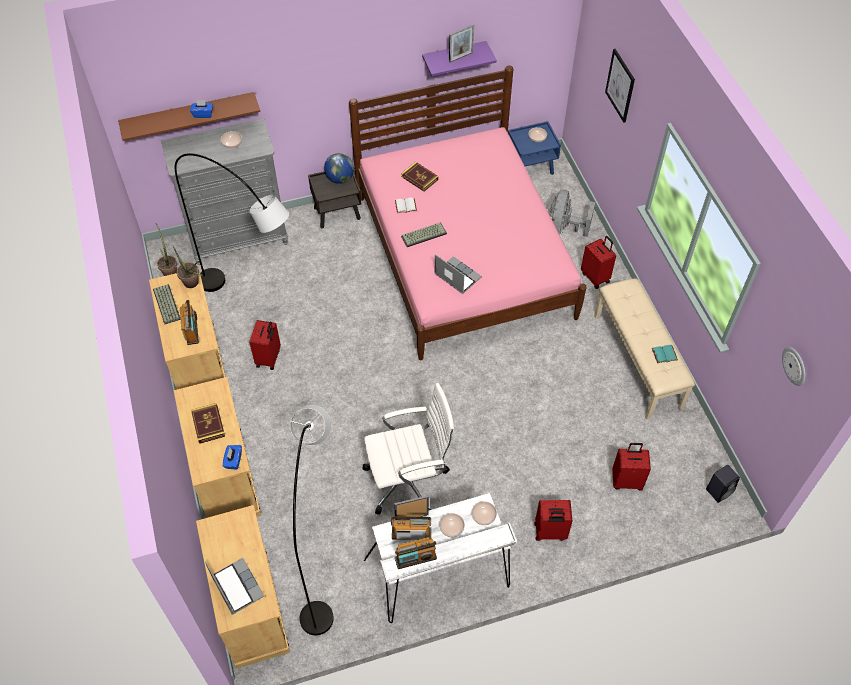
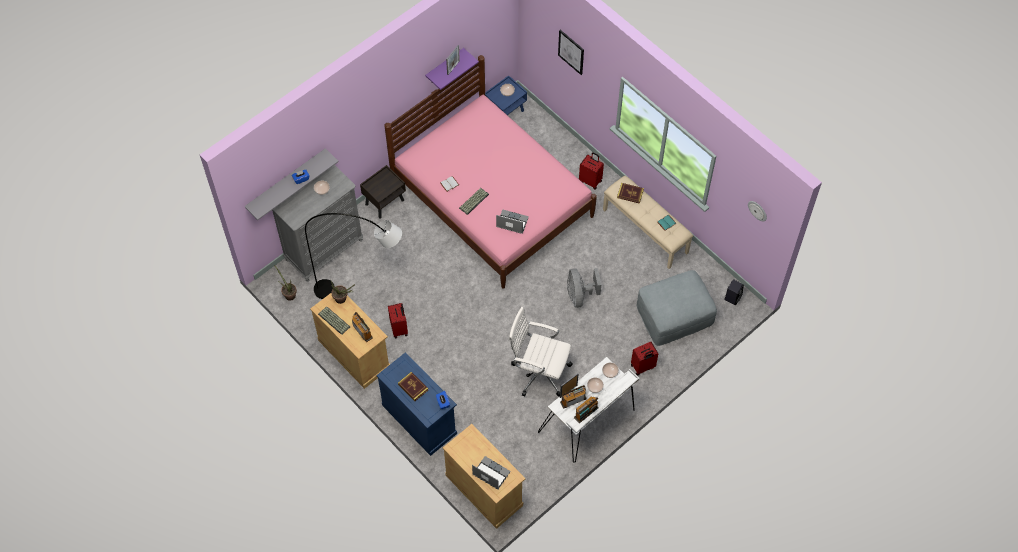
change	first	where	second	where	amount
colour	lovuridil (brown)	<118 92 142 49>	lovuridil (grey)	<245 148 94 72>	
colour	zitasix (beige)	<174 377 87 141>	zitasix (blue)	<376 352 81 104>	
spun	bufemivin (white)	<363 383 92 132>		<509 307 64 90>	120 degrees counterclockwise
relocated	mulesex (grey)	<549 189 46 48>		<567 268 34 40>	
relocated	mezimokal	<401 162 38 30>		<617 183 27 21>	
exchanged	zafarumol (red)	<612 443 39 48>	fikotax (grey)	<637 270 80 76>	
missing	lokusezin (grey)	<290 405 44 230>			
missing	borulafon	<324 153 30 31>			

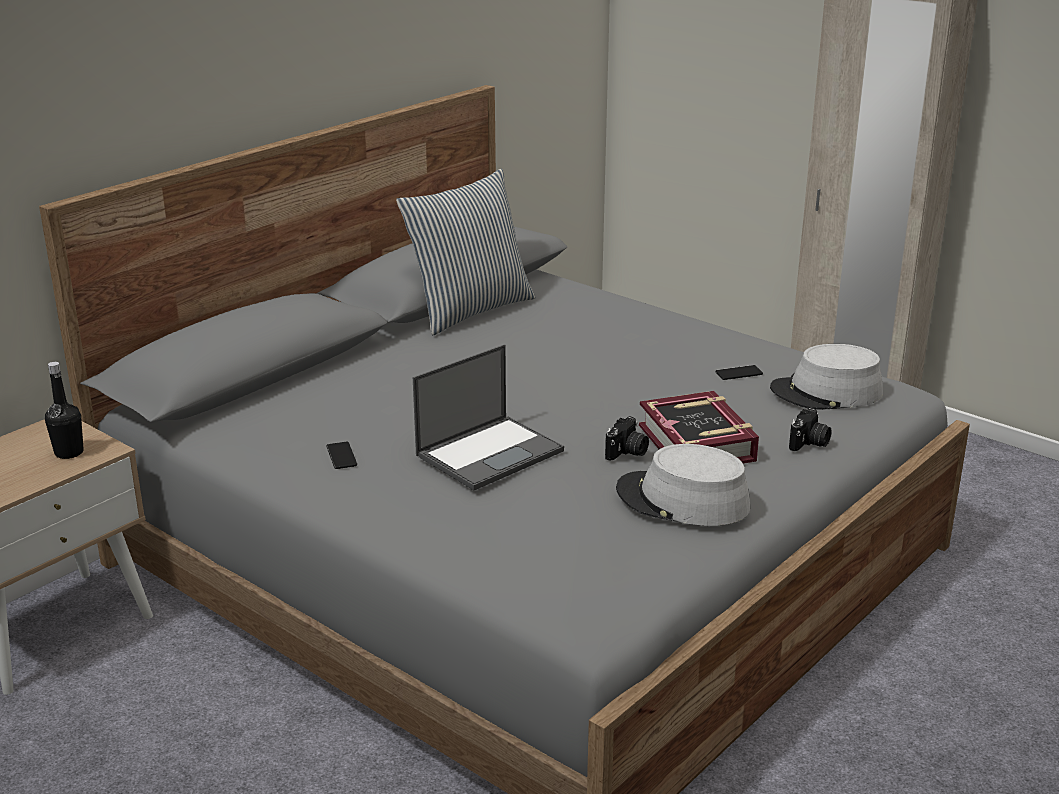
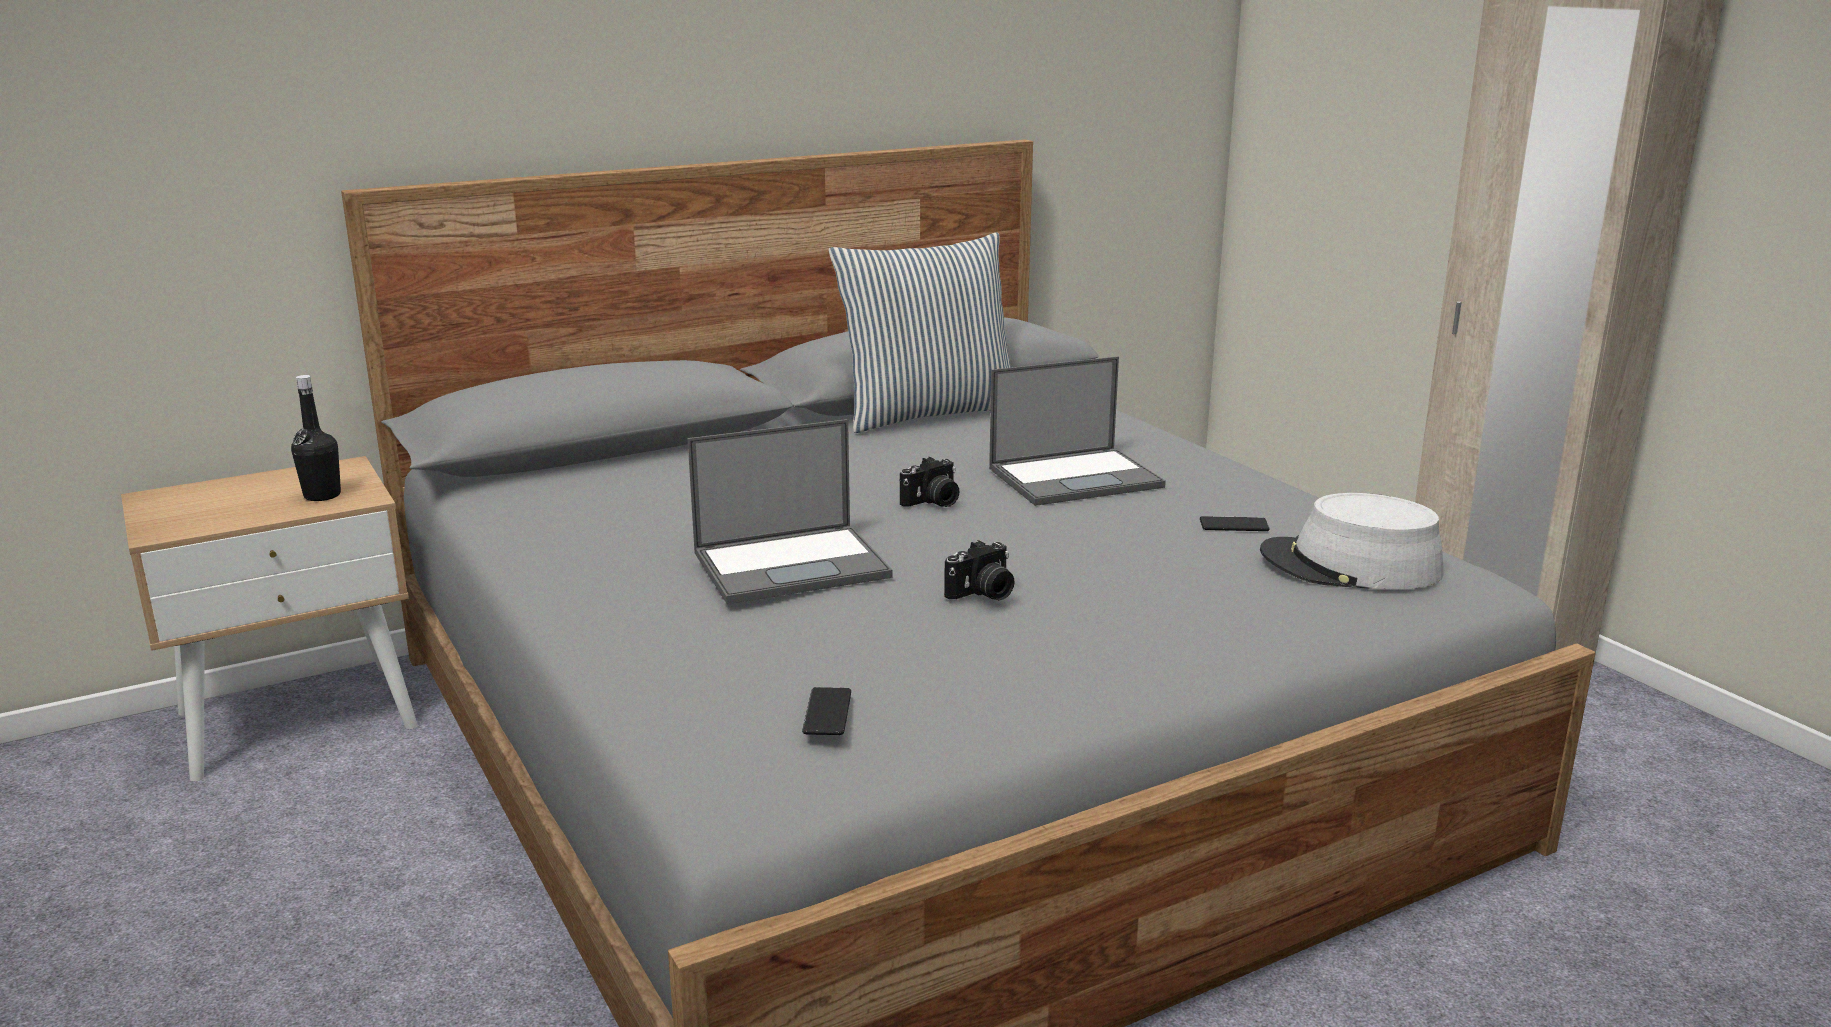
change	first	where	second	where	amount
relocated	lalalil	<326 442 31 27>		<802 687 49 48>	
relocated	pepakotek	<789 408 43 43>		<900 457 60 50>	
appeared			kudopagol	<989 356 177 150>	
missing	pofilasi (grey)	<616 444 134 82>			
missing	mezimokal	<639 391 120 73>			

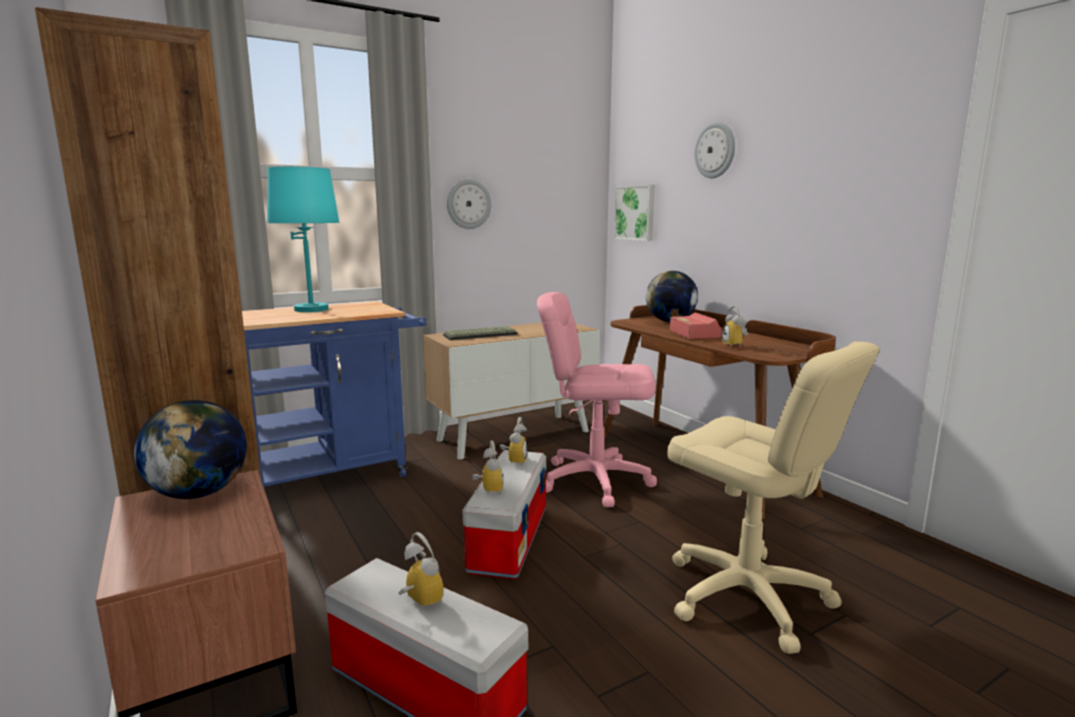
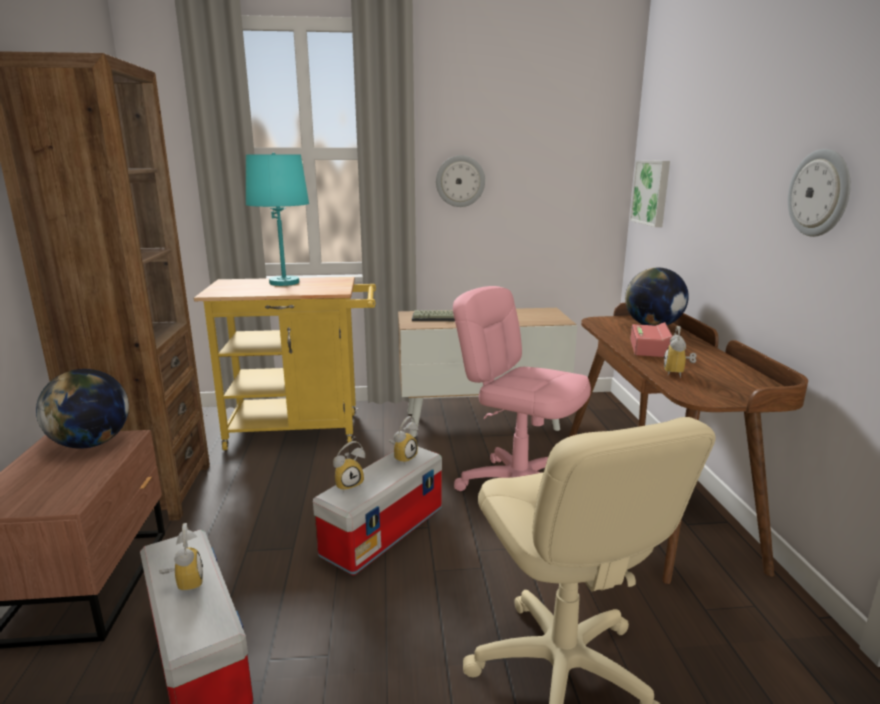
change	first	where	second	where	amount
colour	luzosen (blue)	<242 301 185 186>	luzosen (yellow)	<194 277 182 173>	
spun	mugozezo	<472 440 31 55>		<333 441 32 51>	45 degrees clockwise
relocated	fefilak	<694 122 41 56>		<788 149 63 88>	

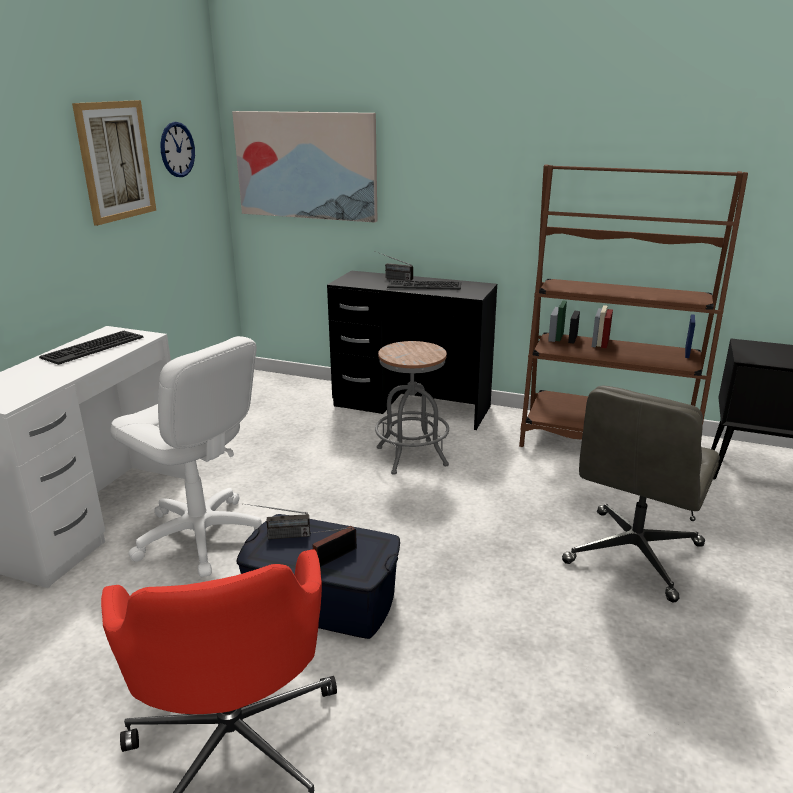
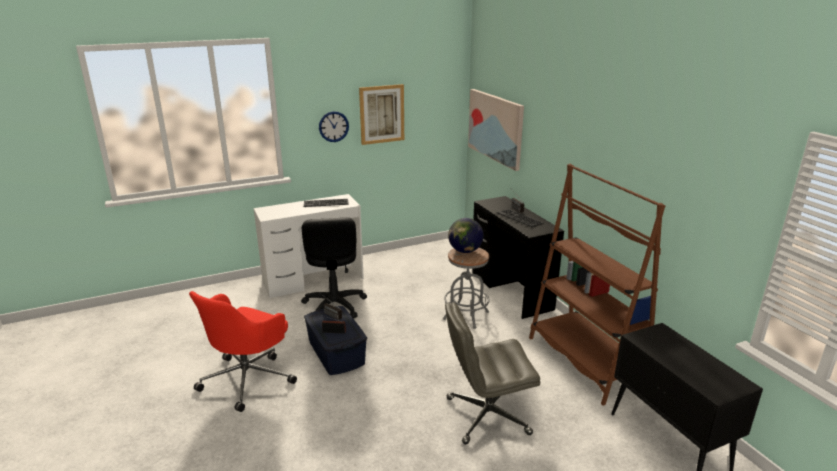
change	first	where	second	where	amount
colour	bufemivin (white)	<110 336 152 241>	bufemivin (black)	<301 217 66 102>	
relocated	fefilak	<160 122 35 55>		<319 111 30 31>	
appeared			borulafon	<448 218 36 35>	

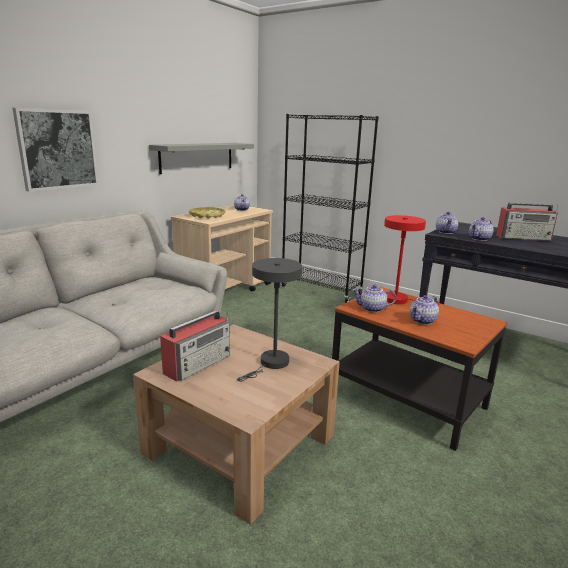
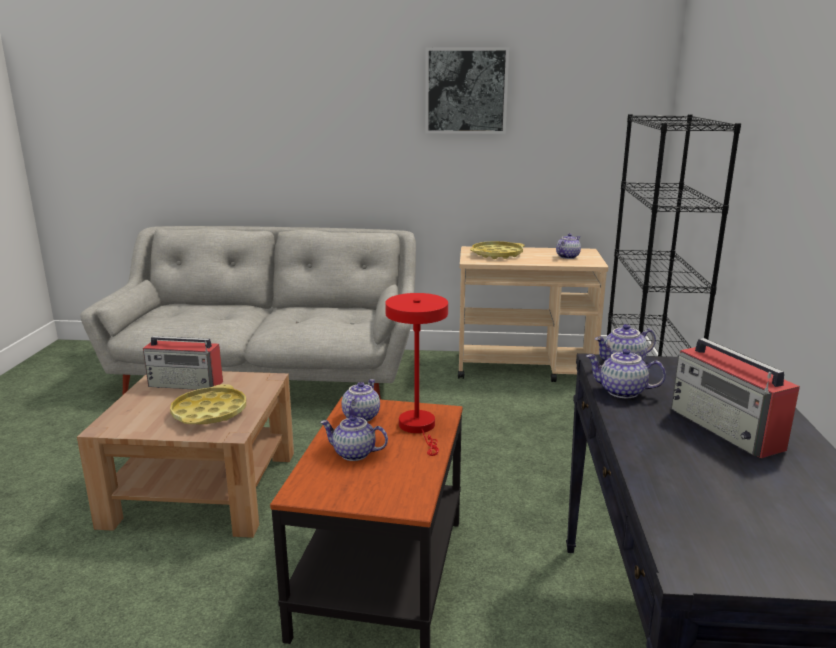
change	first	where	second	where	amount
exchanged	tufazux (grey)	<237 258 65 123>	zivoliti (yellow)	<170 384 76 40>	
spun	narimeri	<353 284 43 29>		<342 379 38 43>	45 degrees clockwise
relocated	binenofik	<12 108 87 84>		<425 47 84 87>	
missing	lovuridil (grey)	<149 143 105 31>			

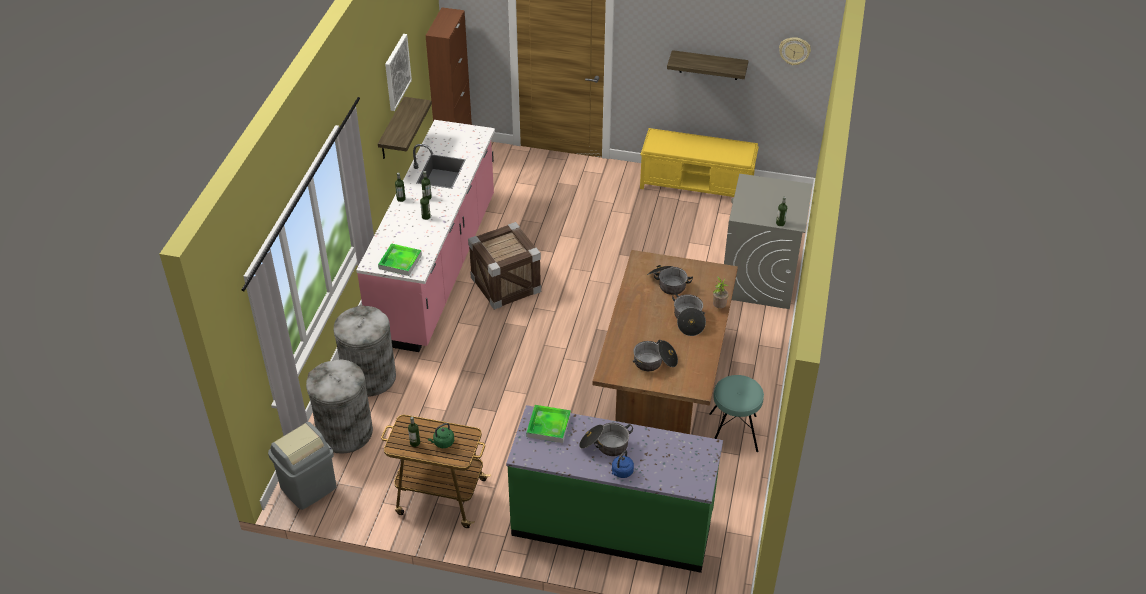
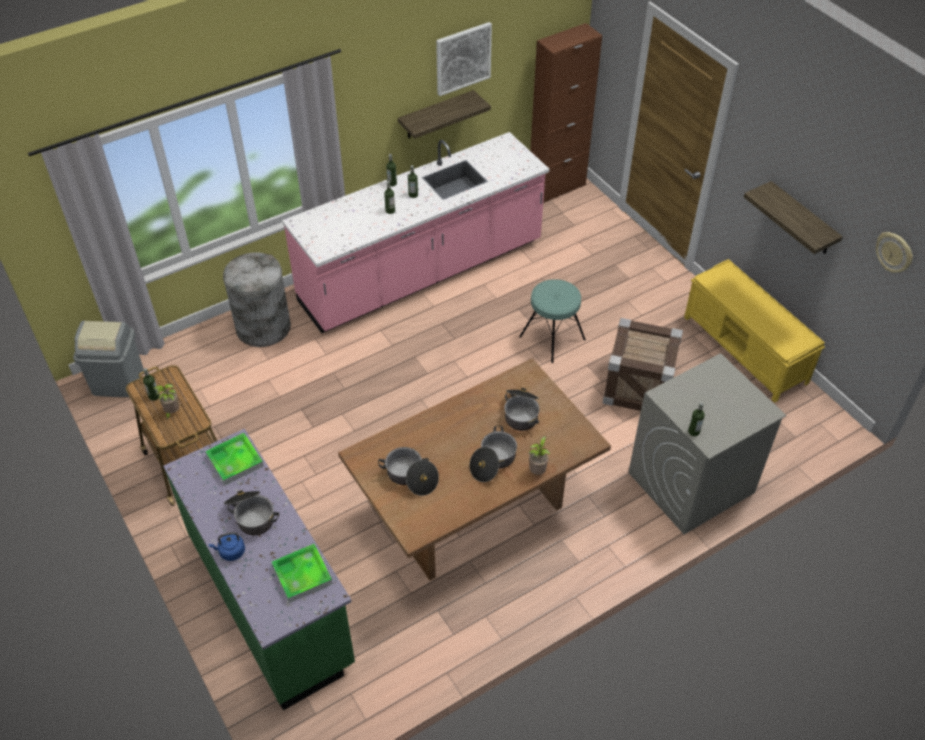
change	first	where	second	where	amount
exchanged	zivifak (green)	<428 423 26 25>	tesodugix	<154 384 25 35>	
relocated	zivoliti	<378 243 44 33>		<272 544 61 59>	
relocated	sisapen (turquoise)	<709 375 55 77>		<519 279 67 84>	
relocated	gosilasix	<468 222 73 88>		<603 318 80 93>	
missing	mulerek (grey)	<306 360 67 94>			

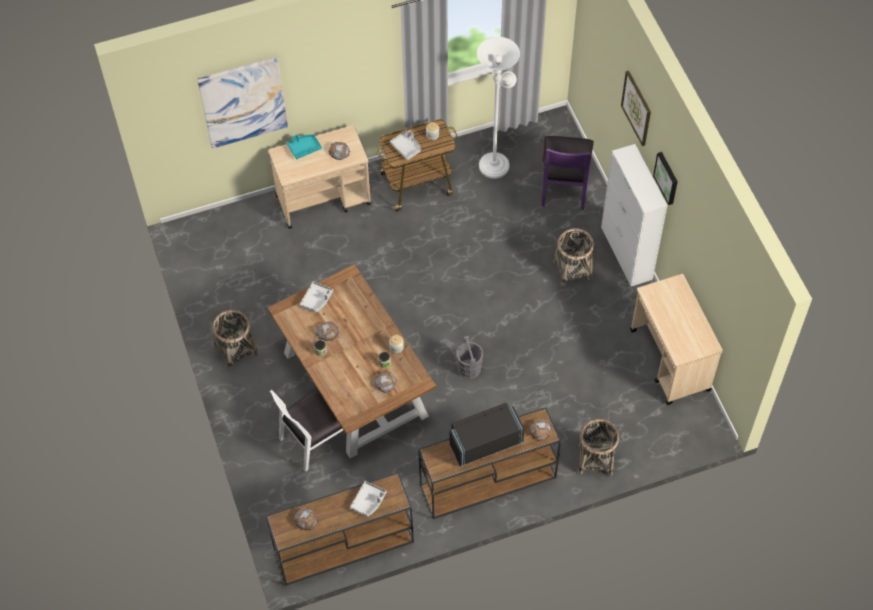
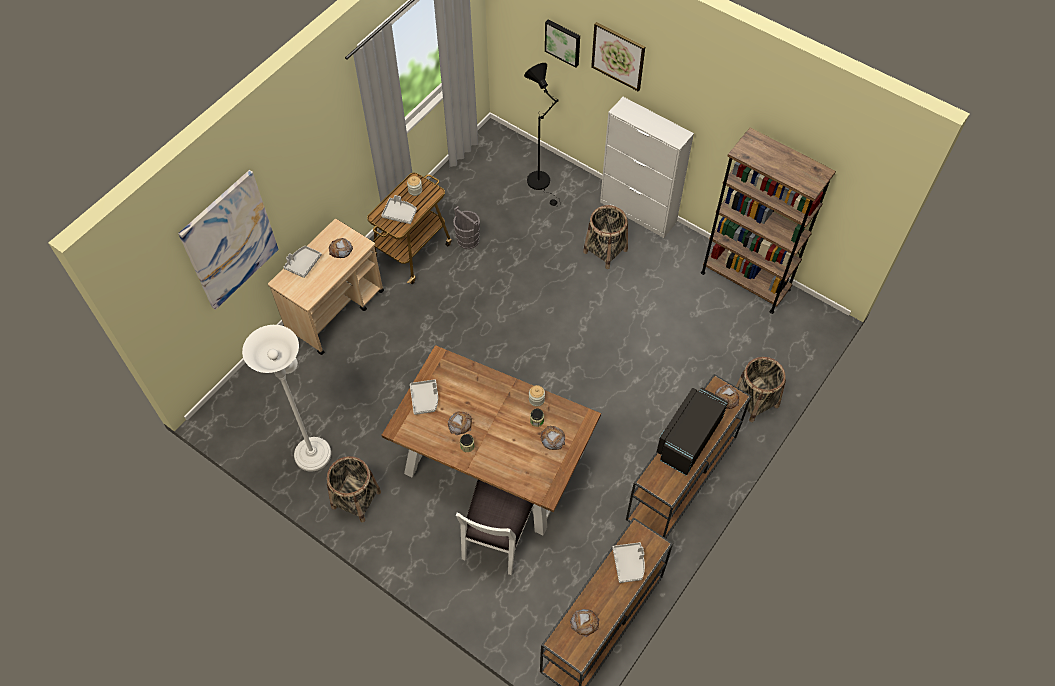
change	first	where	second	where	amount
relocated	lokusezin (white)	<477 37 43 142>		<242 325 89 147>	
colour	zivoliti (turquoise)	<287 134 35 25>	zivoliti (grey)	<284 246 38 32>	
relocated	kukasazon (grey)	<456 336 27 43>		<453 206 27 43>	
exchanged	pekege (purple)	<542 136 52 74>	lokusezin (black)	<524 63 34 143>	
relocated	binenofik	<653 152 25 53>		<545 20 35 48>	
exchanged	luzosen (beige)	<630 274 93 131>	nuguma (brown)	<701 128 135 186>	

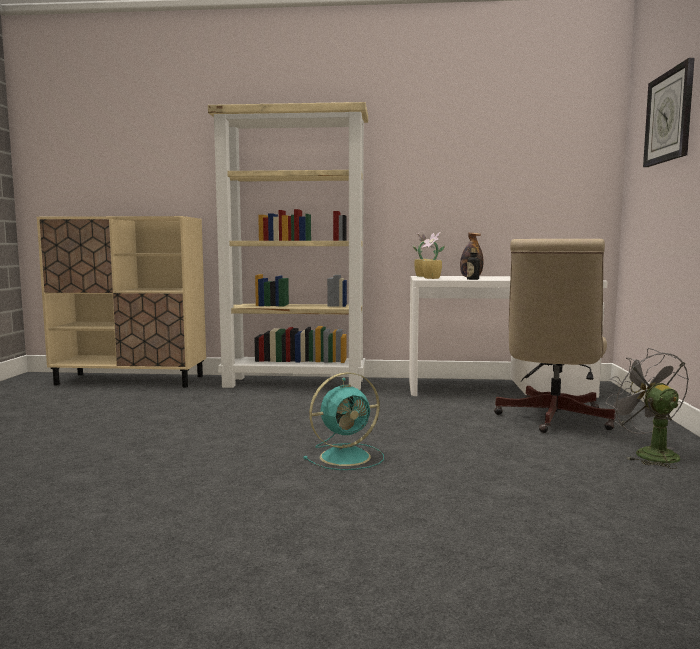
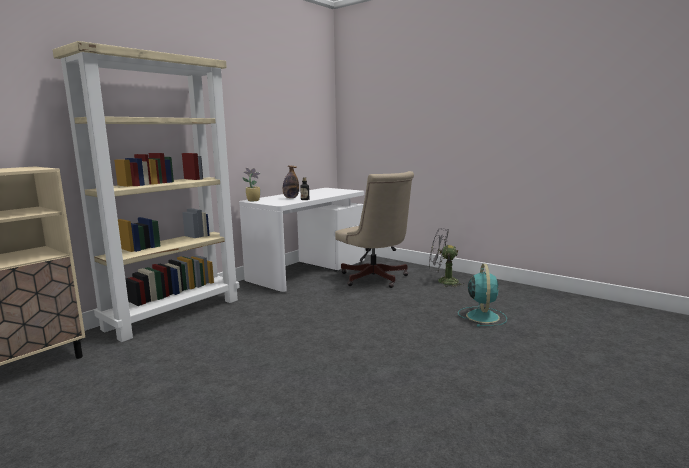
change	first	where	second	where	amount
relocated	mulesex (turquoise)	<303 372 81 98>		<458 264 49 62>	
missing	tesodugix	<421 232 24 47>			
missing	fefilak	<643 58 52 109>			

